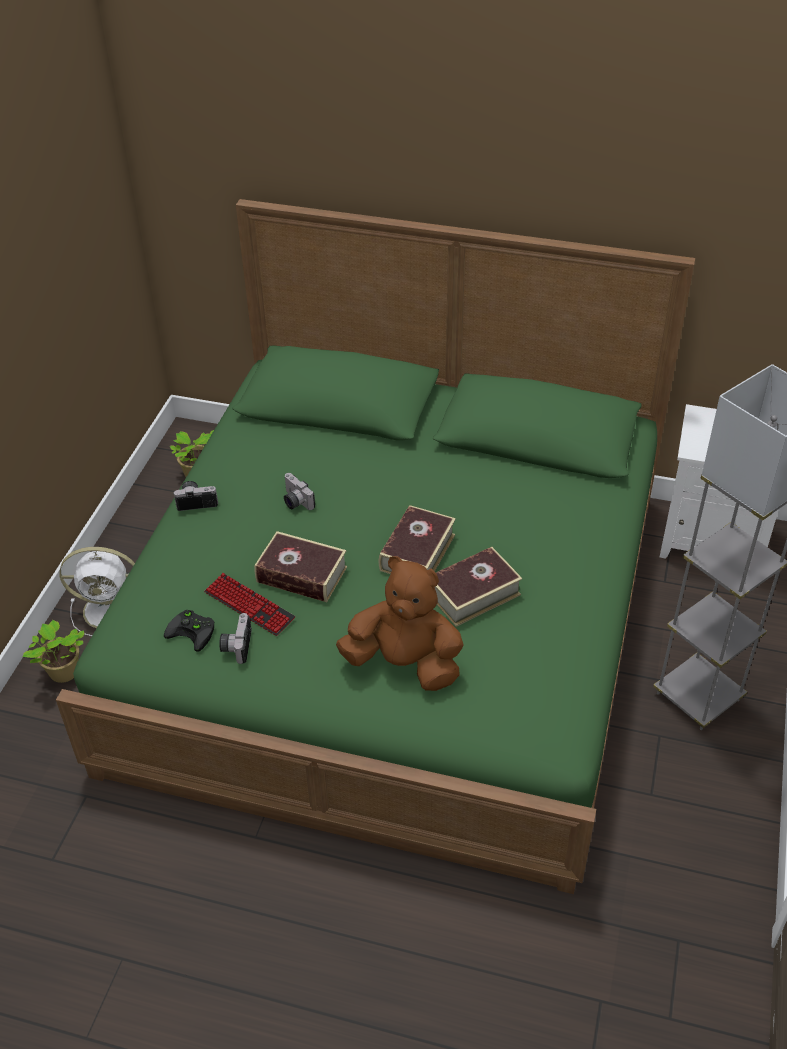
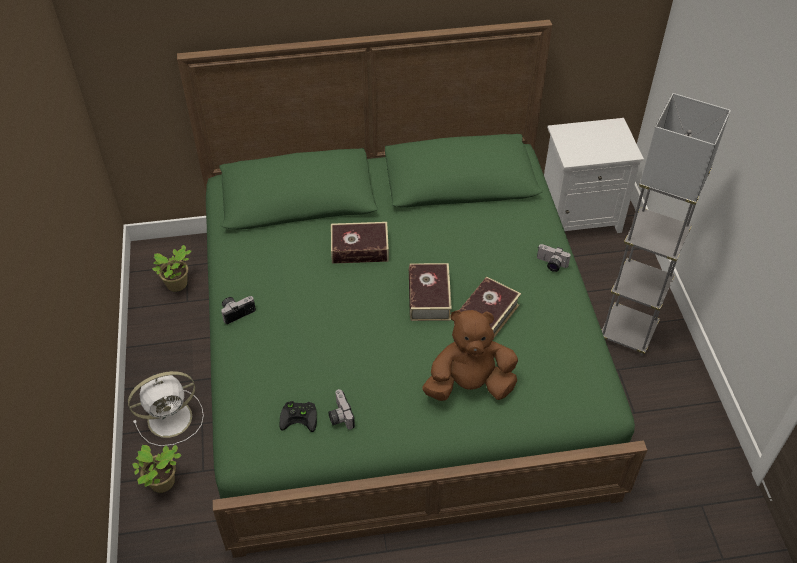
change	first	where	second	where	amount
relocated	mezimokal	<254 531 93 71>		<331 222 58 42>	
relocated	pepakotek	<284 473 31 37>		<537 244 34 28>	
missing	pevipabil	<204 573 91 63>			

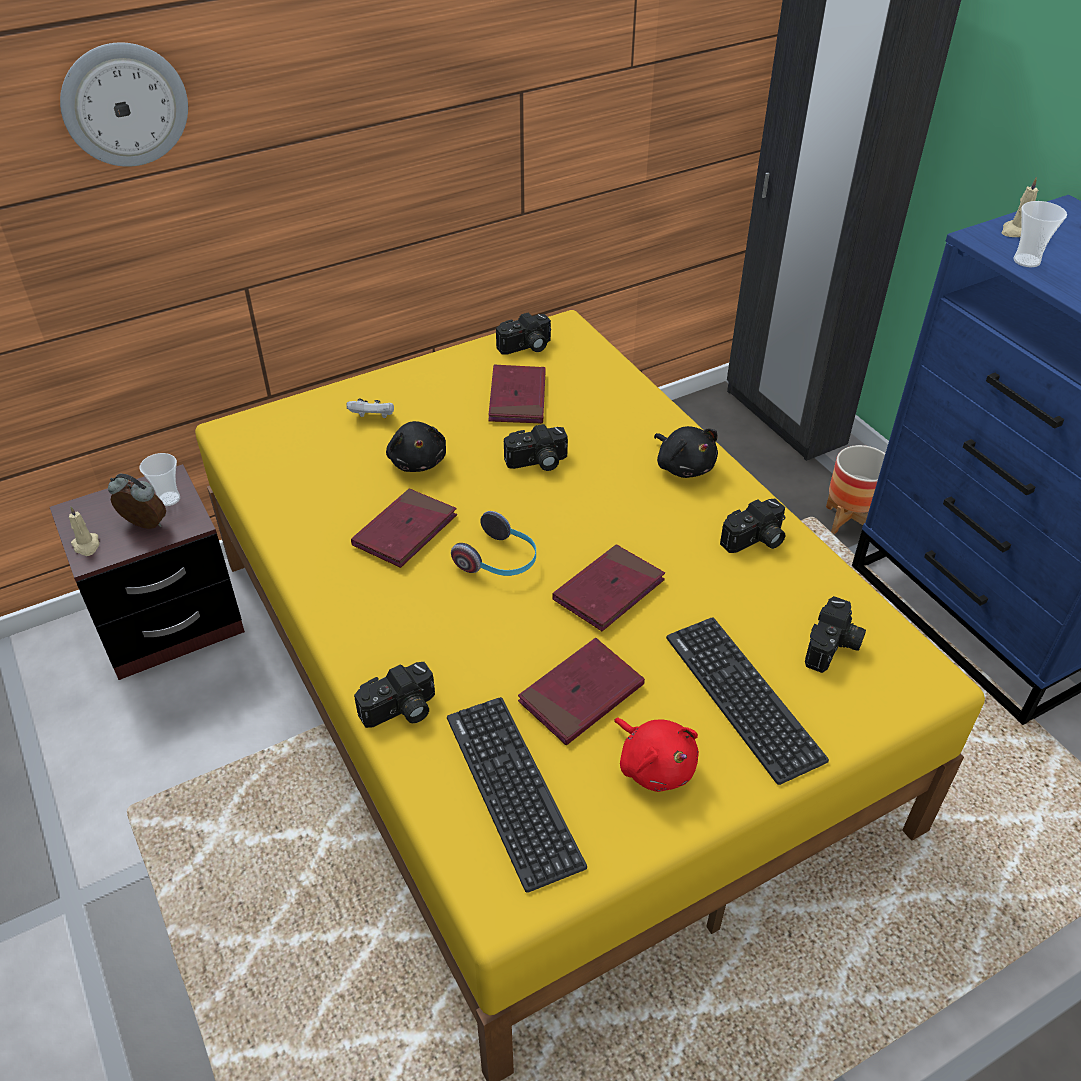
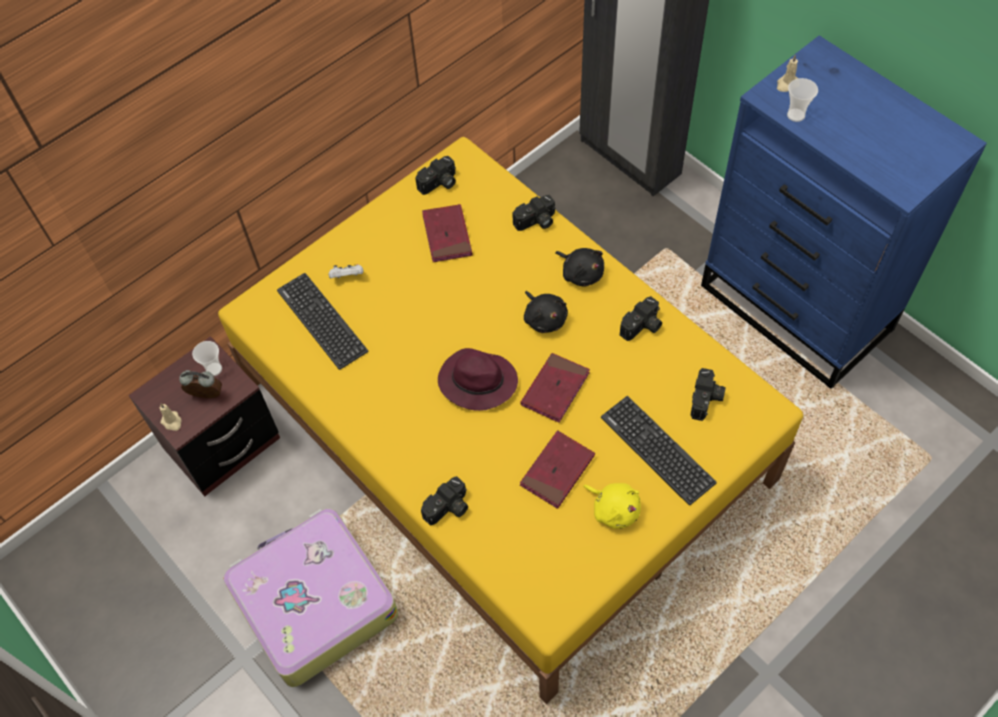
change	first	where	second	where	amount
appeared			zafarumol	<224 509 174 178>	
relocated	pevipabil	<447 697 140 196>		<277 273 91 97>	
exchanged	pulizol	<451 511 85 65>	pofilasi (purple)	<438 348 80 63>	
relocated	pepakotek	<504 424 64 47>		<512 195 43 36>	
relocated	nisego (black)	<386 421 60 51>		<524 291 44 42>	
colour	nisego (red)	<614 718 85 74>	nisego (yellow)	<583 483 58 46>	
missing	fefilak	<60 42 128 125>			
missing	mezimokal (red)	<351 489 106 79>			
missing	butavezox	<826 445 59 89>			

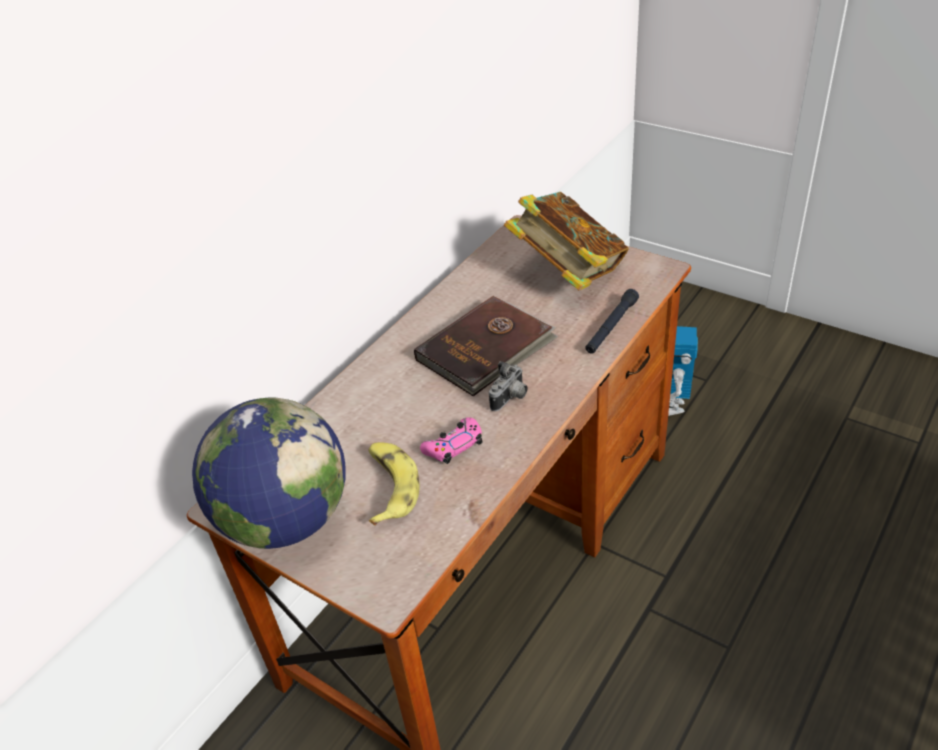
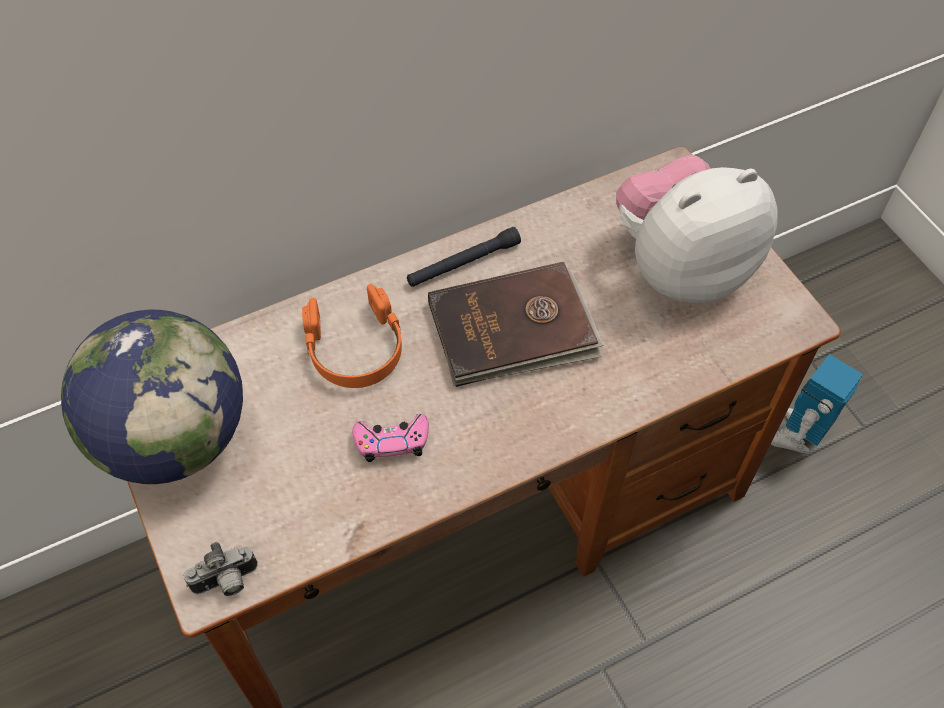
change	first	where	second	where	amount
relocated	pepakotek	<489 361 39 50>		<184 542 74 54>	
appeared			pulizol (orange)	<302 284 100 104>	
relocated	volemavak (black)	<585 289 54 65>		<407 227 114 60>	
exchanged	mezimokal	<504 192 125 98>	nisego	<616 155 162 148>	
missing	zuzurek	<368 442 52 83>			

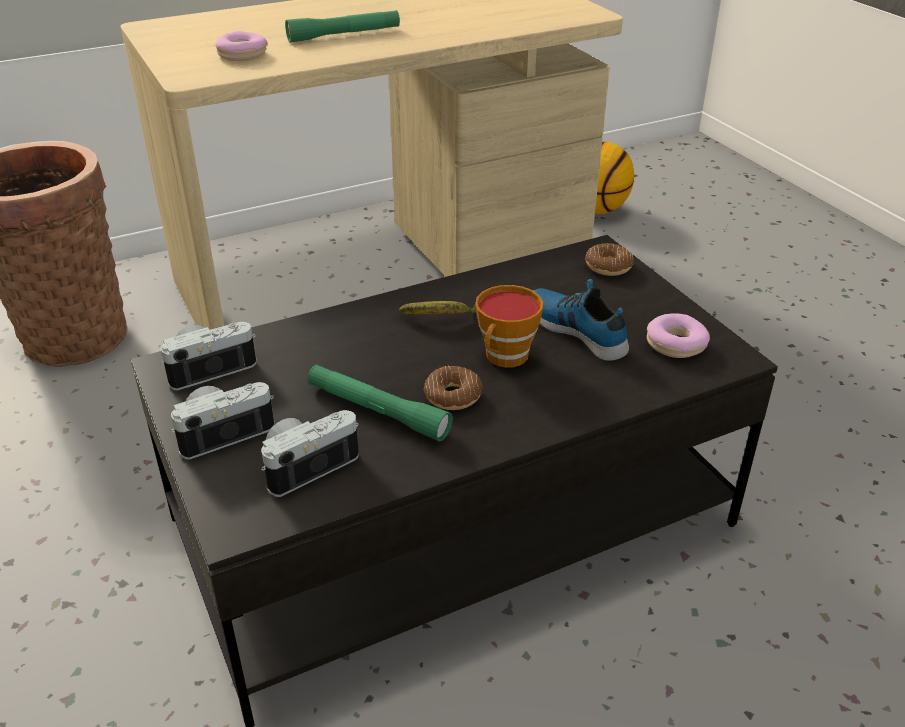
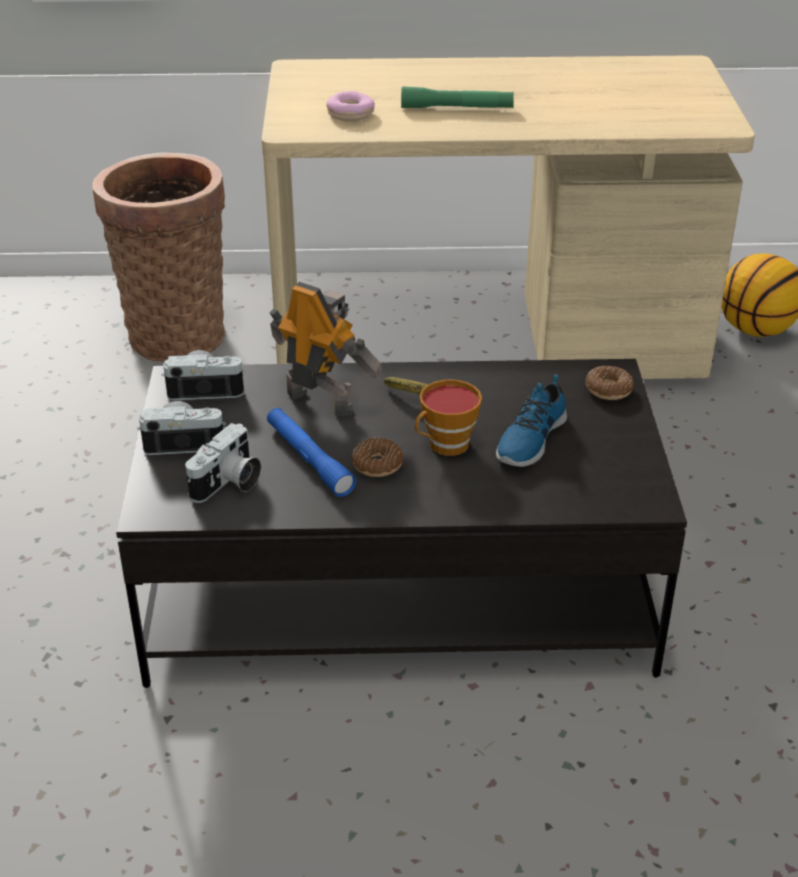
change	first	where	second	where	amount
spun	pepakotek	<261 410 98 87>		<185 423 76 80>	135 degrees clockwise
colour	volemavak (green)	<307 365 146 76>	volemavak (blue)	<267 408 89 89>	
appeared			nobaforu	<270 282 112 134>	
spun	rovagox	<533 279 96 82>		<496 374 71 93>	135 degrees counterclockwise
missing	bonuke	<647 313 63 45>			

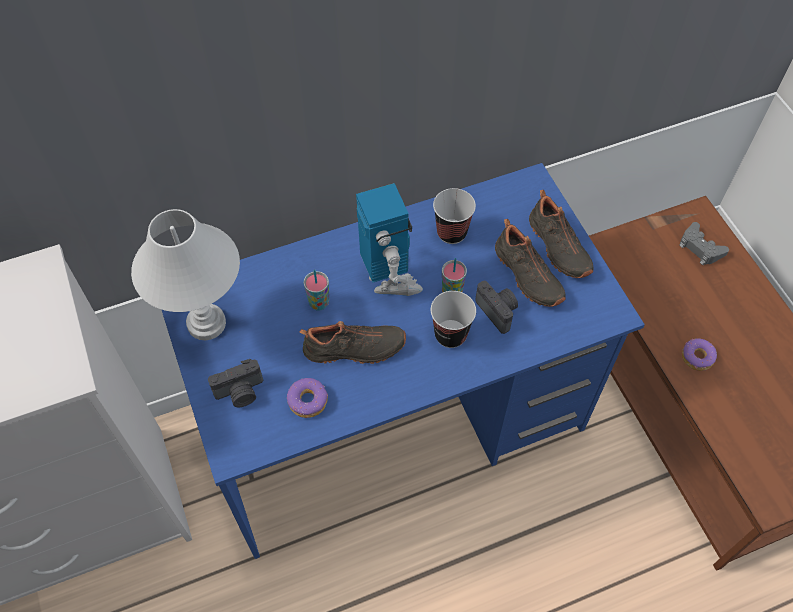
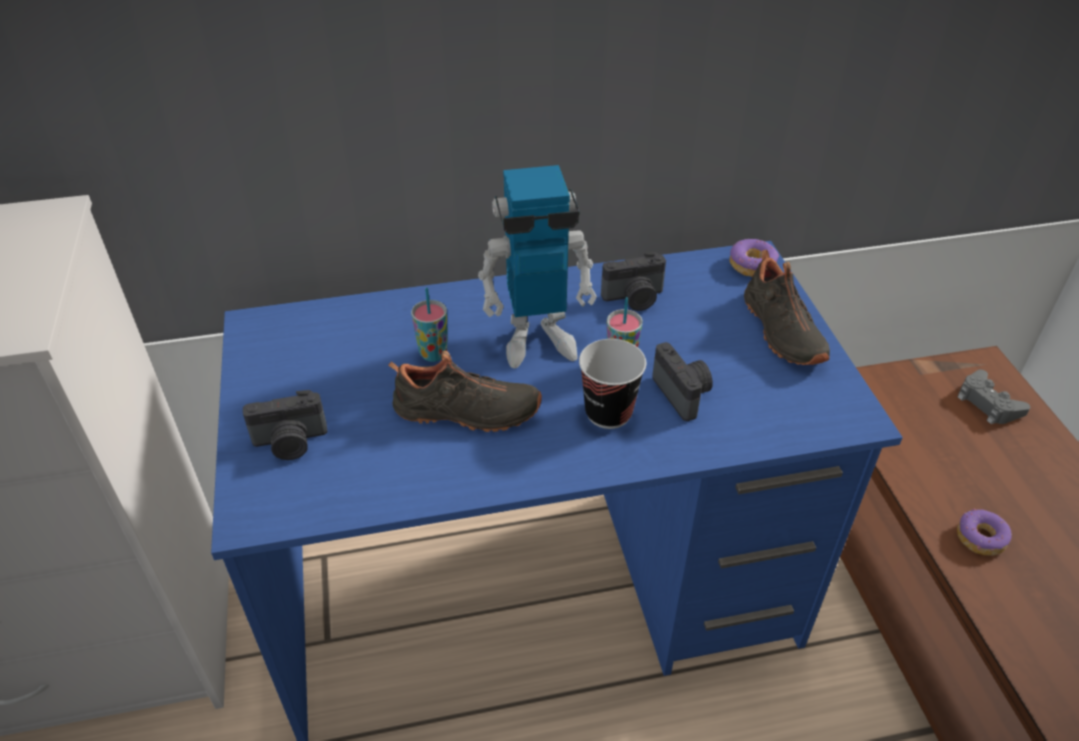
change	first	where	second	where	amount
spun	nobaforu	<356 183 67 113>		<478 165 119 203>	90 degrees clockwise
exchanged	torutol	<433 188 43 56>	pepakotek	<601 252 65 59>	
relocated	bonuke	<287 378 41 40>		<730 239 49 38>	
missing	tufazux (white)	<131 209 109 131>			
missing	rovagox (black)	<495 219 71 88>			

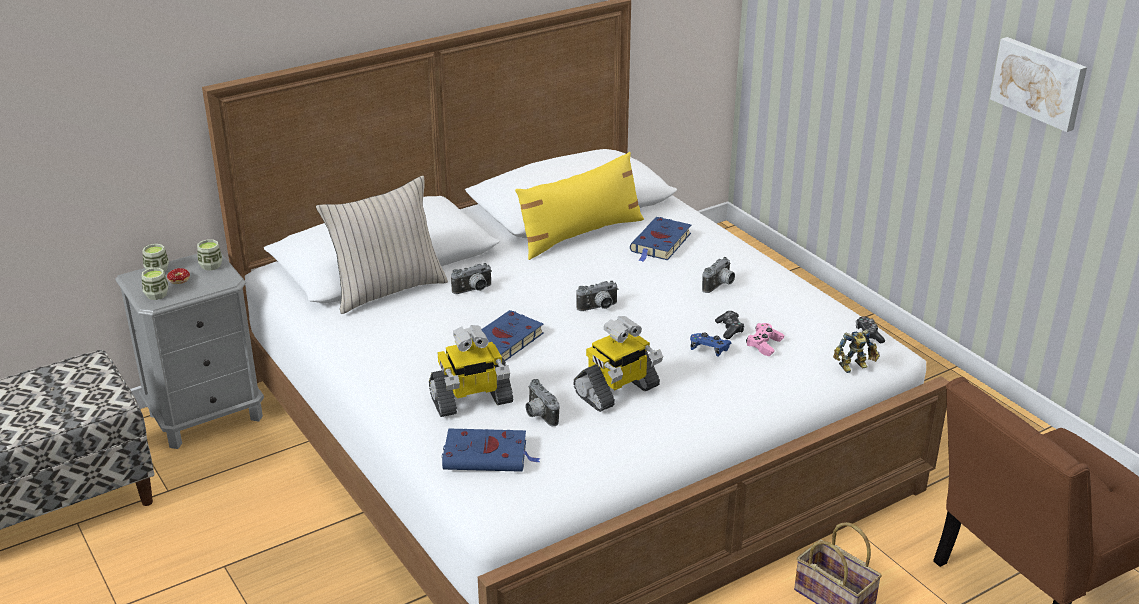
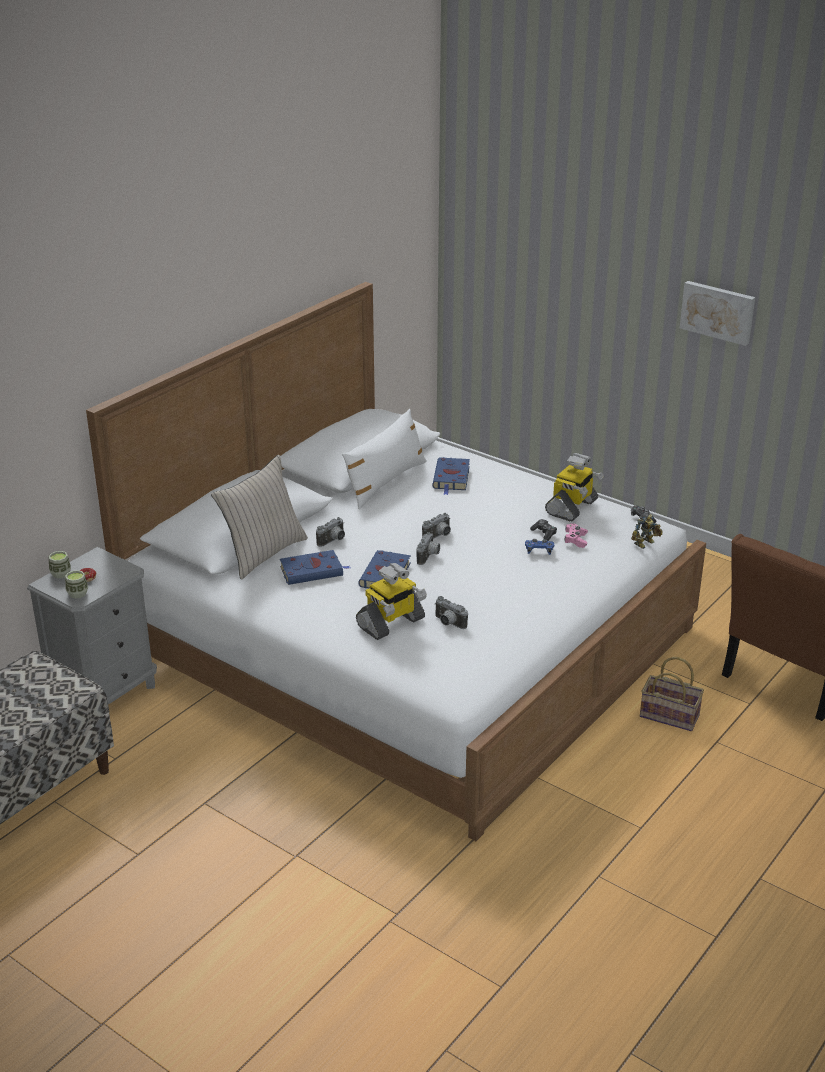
change	first	where	second	where	amount
relocated	mezimokal (blue)	<442 428 98 44>		<280 550 70 35>	
colour	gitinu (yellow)	<515 152 129 108>	gitinu (white)	<342 409 85 100>	
relocated	pepakotek	<702 257 33 36>		<416 532 24 33>	
relocated	nobaforu	<573 316 90 96>		<545 453 59 69>	
missing	torutol	<197 239 25 31>			

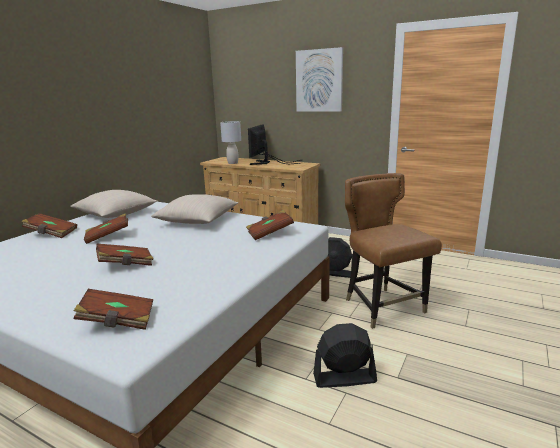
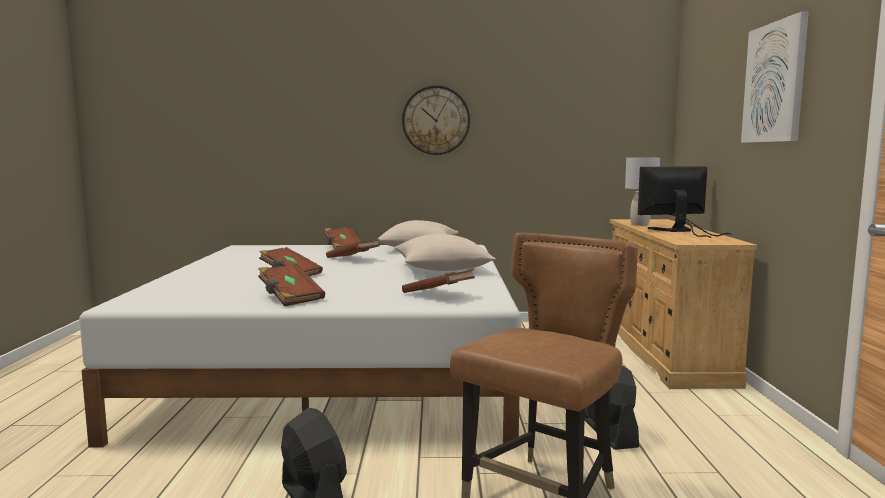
change	first	where	second	where	amount
relocated	mezimokal (brown)	<74 289 79 41>		<258 264 67 42>	
appeared			fefilak	<402 86 68 69>	

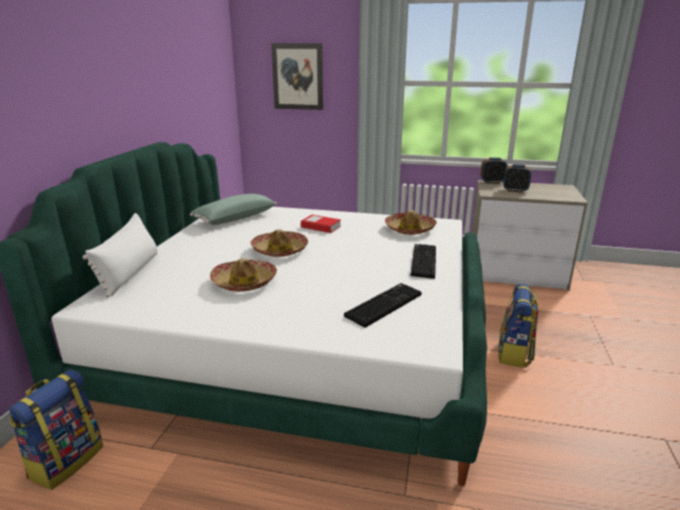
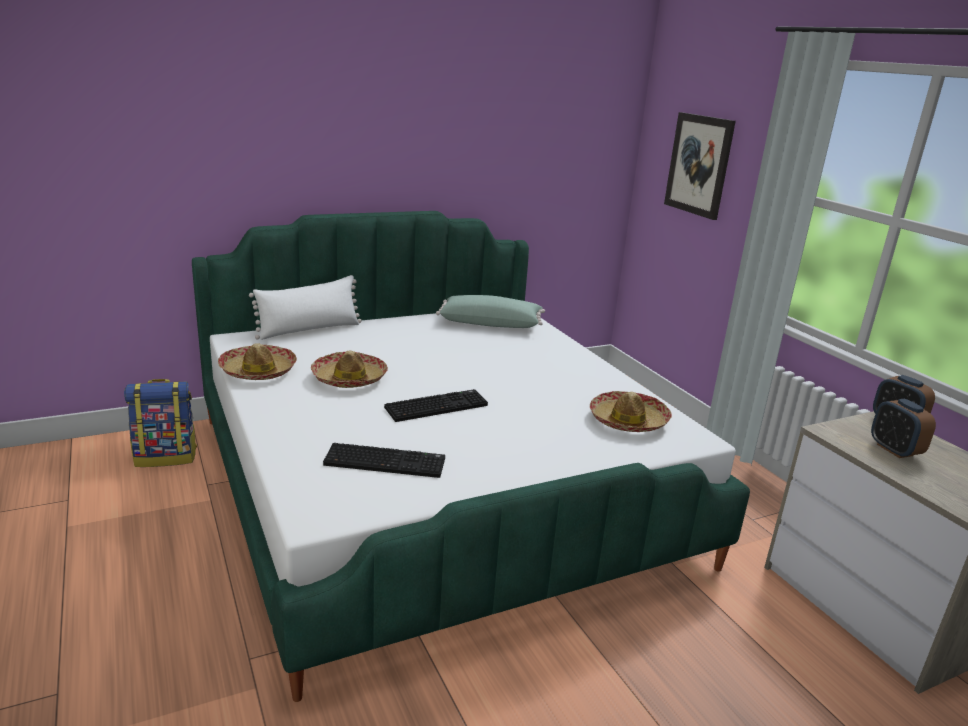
change	first	where	second	where	amount
relocated	pofilasi	<250 229 58 28>		<218 343 79 37>	
relocated	pevipabil	<410 244 26 35>		<384 389 104 33>	
missing	mezimokal	<301 215 40 18>			
missing	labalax	<498 284 40 84>			

